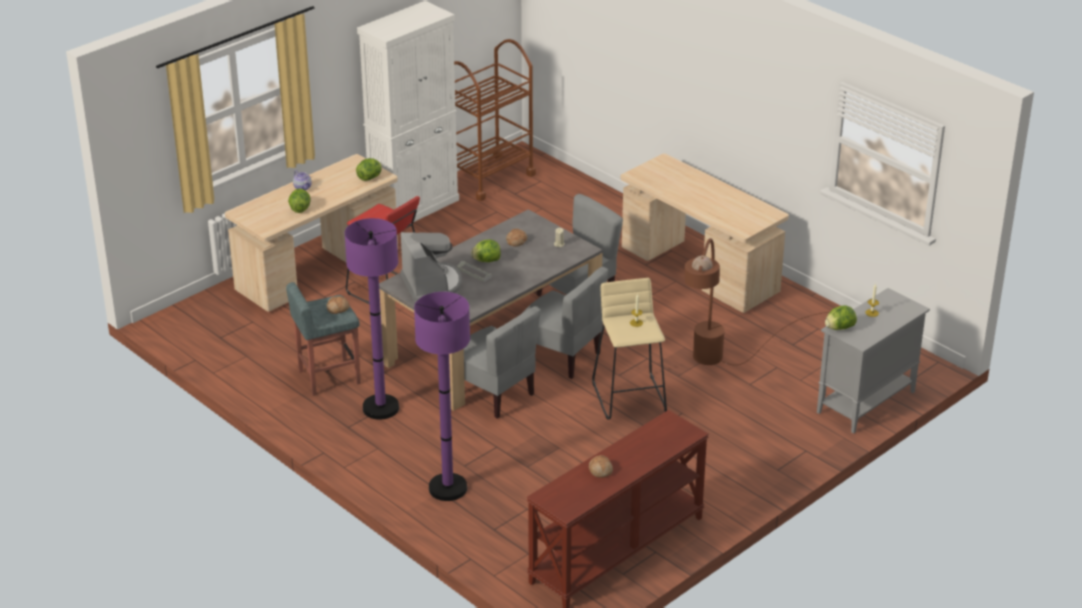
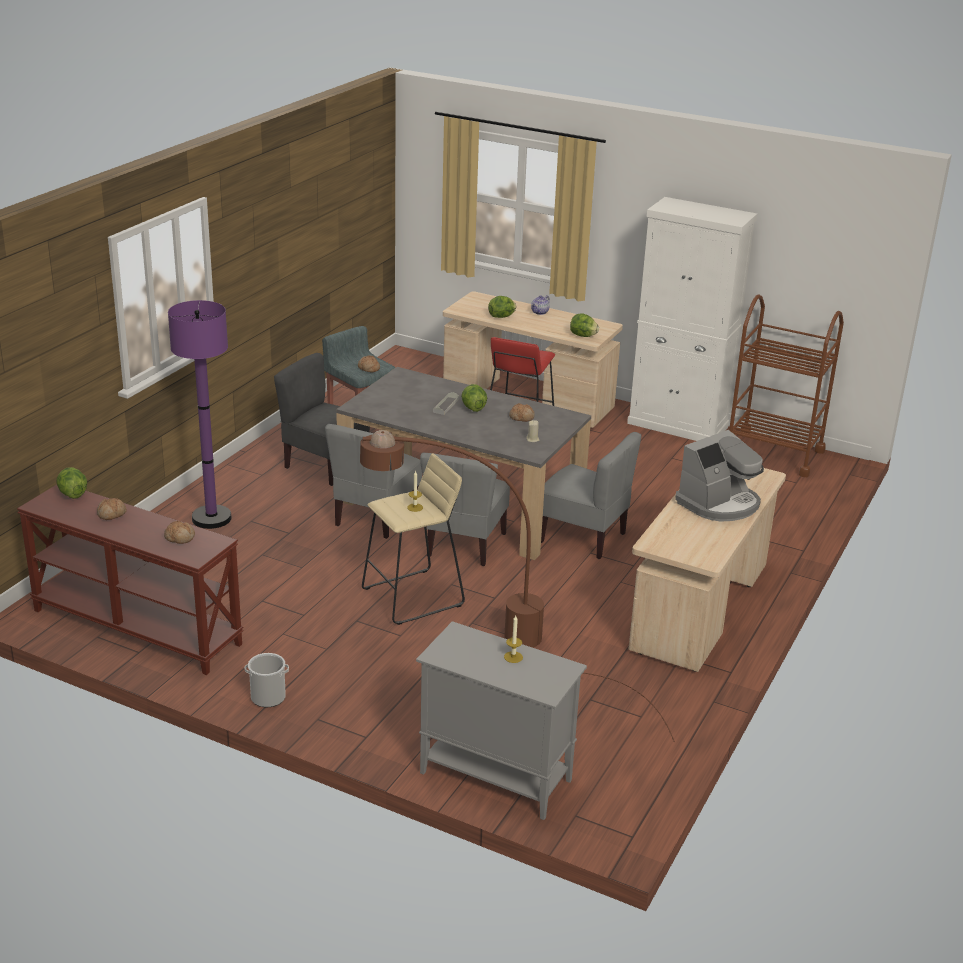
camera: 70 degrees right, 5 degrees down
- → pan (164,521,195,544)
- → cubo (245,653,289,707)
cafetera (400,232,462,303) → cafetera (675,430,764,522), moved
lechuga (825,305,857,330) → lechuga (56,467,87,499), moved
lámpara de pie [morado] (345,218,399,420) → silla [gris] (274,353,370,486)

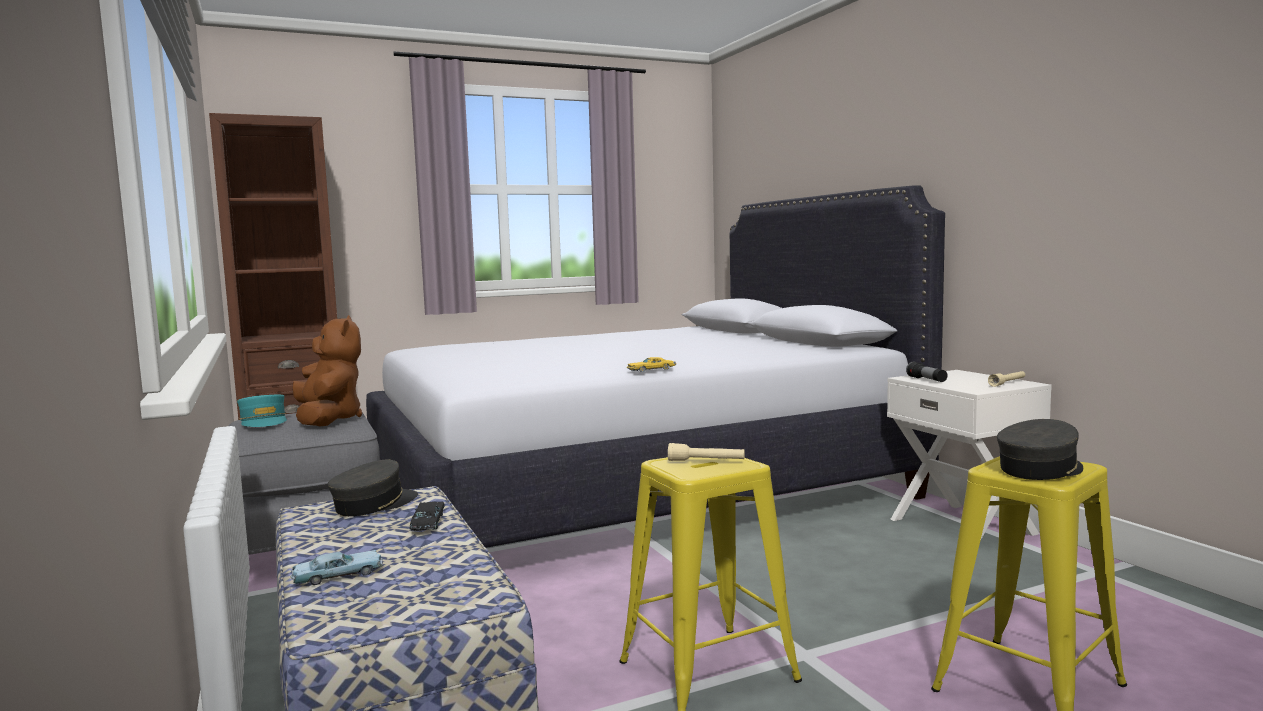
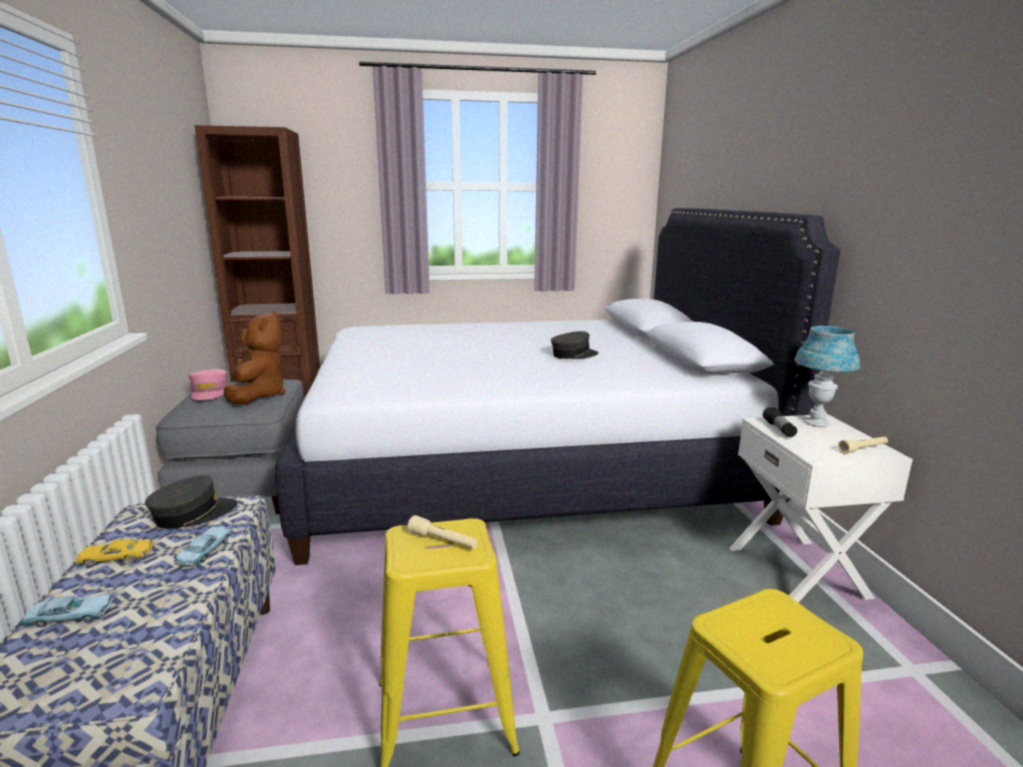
camera: 15 degrees right, 10 degrees up
- → lámpara de mesa [azul] (795,326,860,427)
coche de juguete [amarillo] (627,357,676,372) → coche de juguete [amarillo] (75,539,154,566), moved
gorra [gris] (997,419,1083,480) → gorra [gris] (551,331,599,359), moved
gorra [turquesa] (237,395,287,427) → gorra [rosa] (189,369,228,400)
coche de juguete [negro] (410,502,445,531) → coche de juguete [azul] (174,526,233,566)

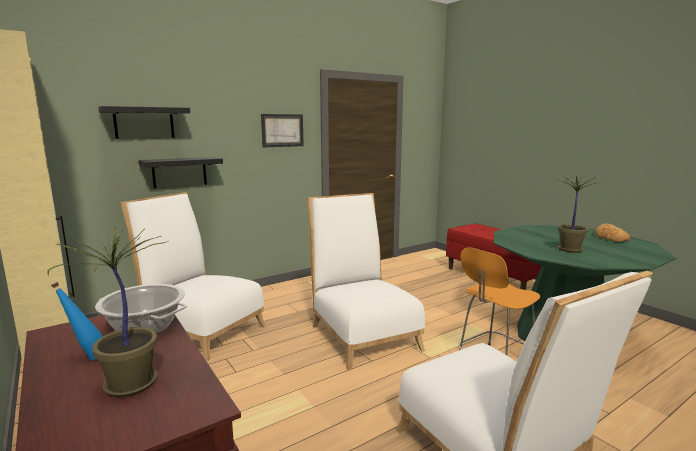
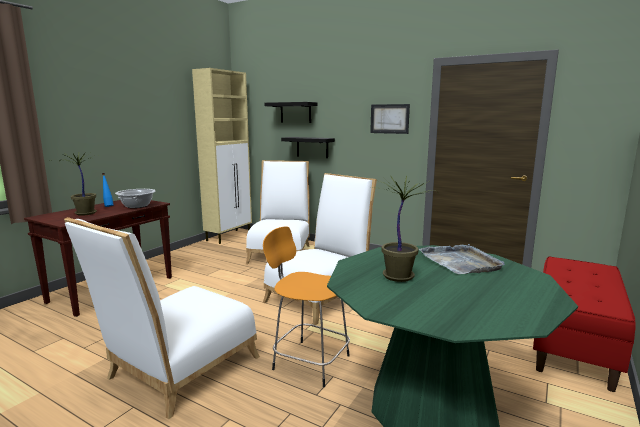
camera: 65 degrees right, 0 degrees up
pan (595,224,630,242) → -
- → bandeja [gris] (419,244,505,274)

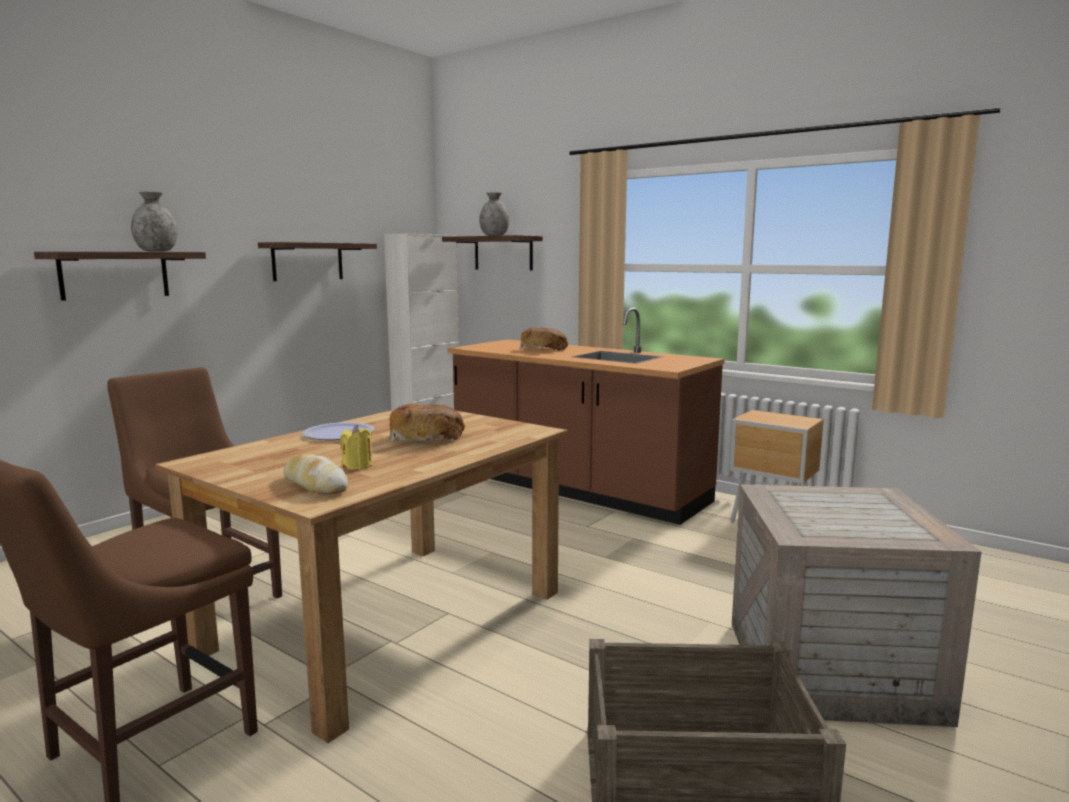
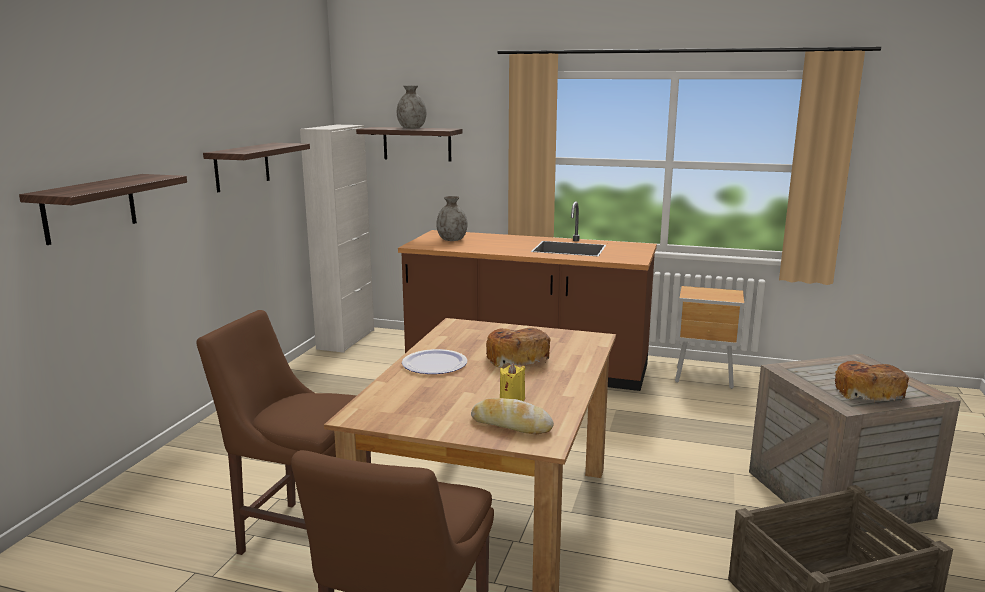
camera: 20 degrees left, 5 degrees up
florero [gris] (131,192,178,252) → florero [gris] (436,196,468,241), moved
pan (519,327,568,351) → pan (835,361,909,402), moved

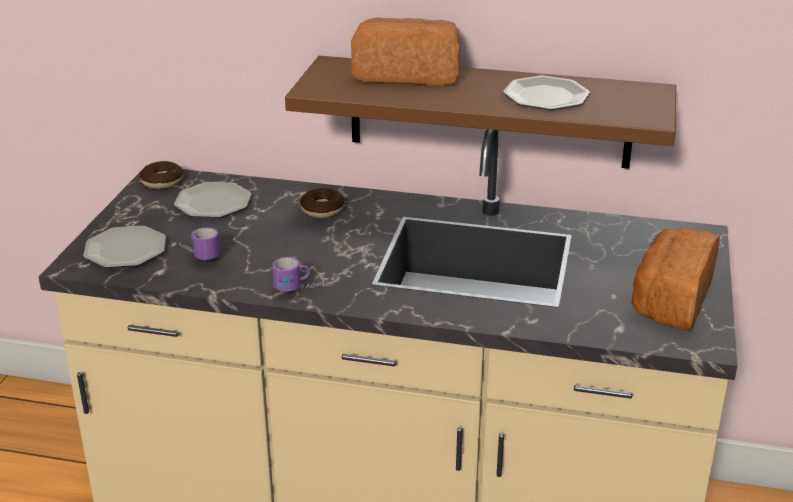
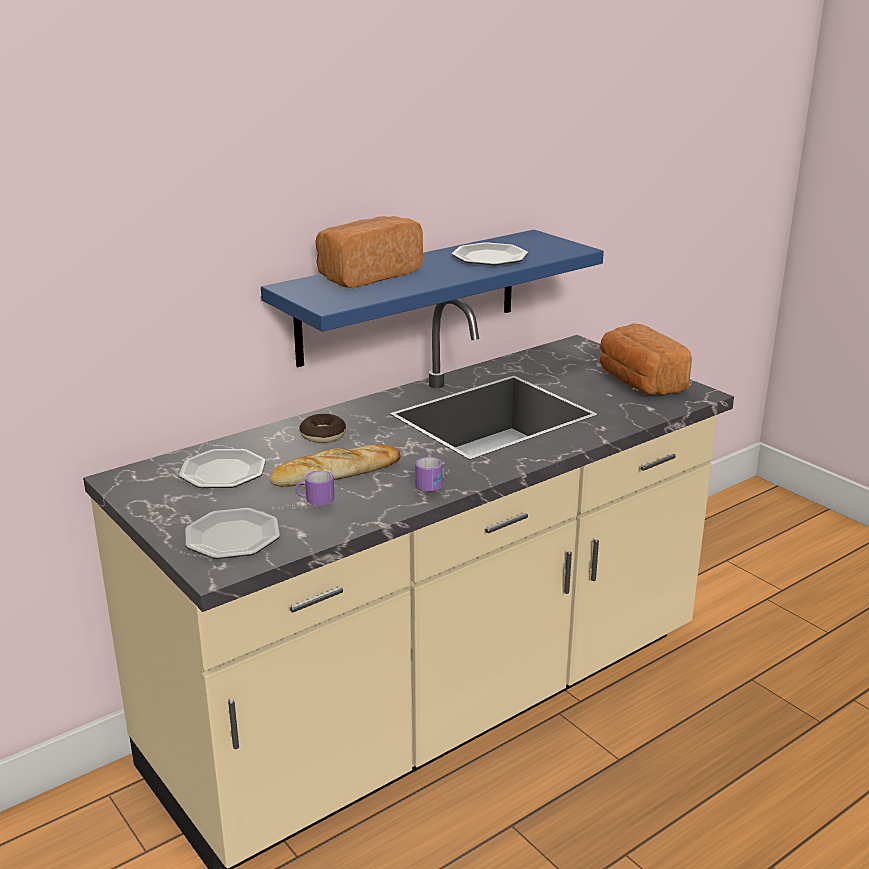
camera: 50 degrees left, 5 degrees down
rosquilla (140,161,183,189) → -
- → pan (270,444,400,487)
estante [marrón] (285,56,676,169) → estante [azul] (261,230,604,367)

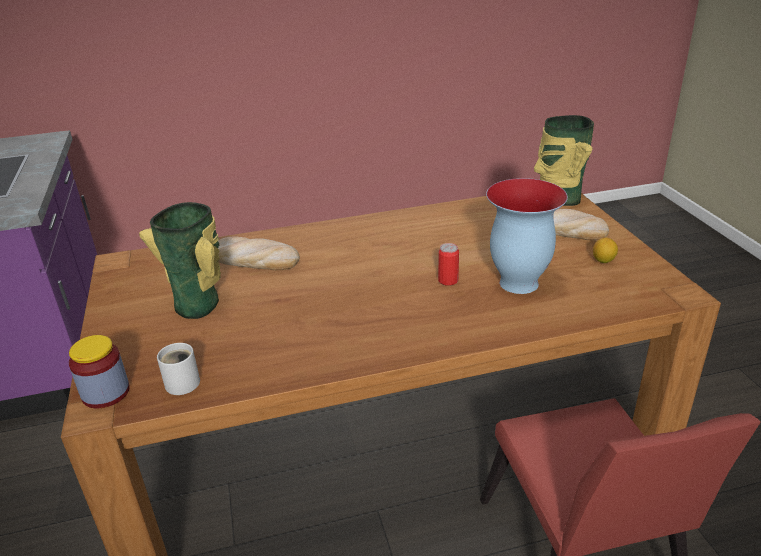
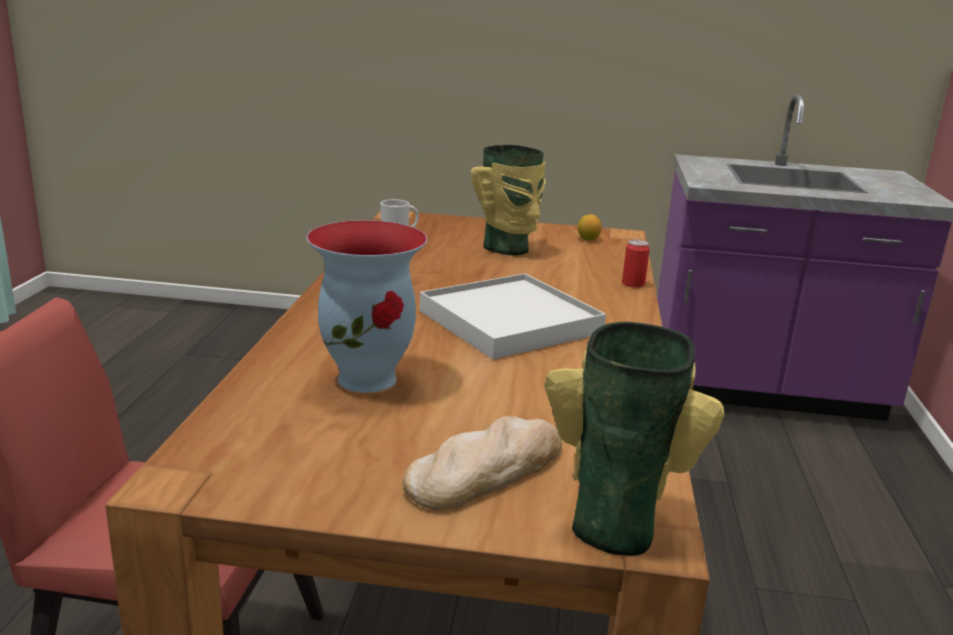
camera: 110 degrees right, 10 degrees down
tarro (69,335,130,408) → -
pan (218,236,300,270) → -
- → bandeja [blanco] (419,273,606,360)
lata (438,243,459,286) → lata (622,239,650,288), moved
limón (593,238,618,263) → limón (578,214,602,240), moved

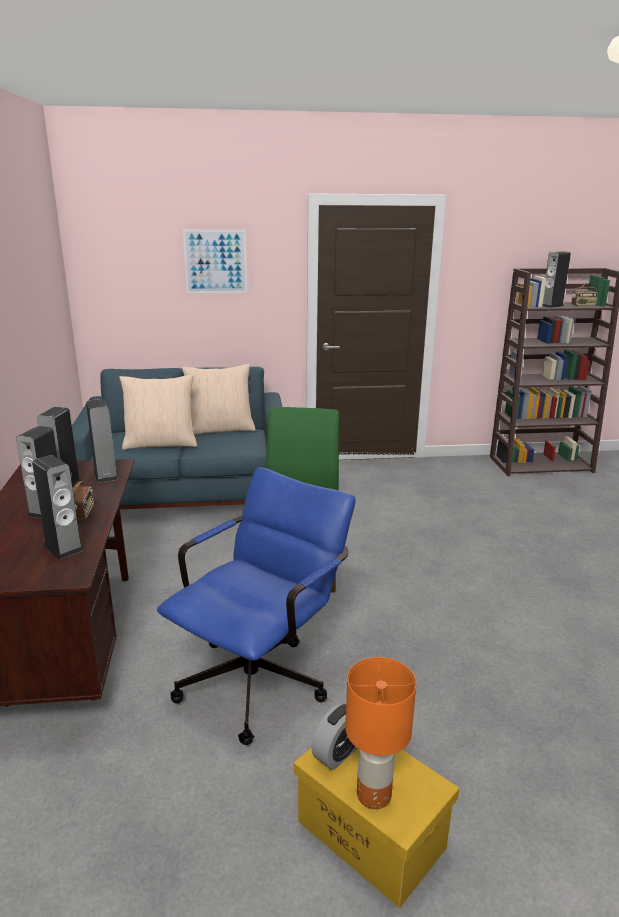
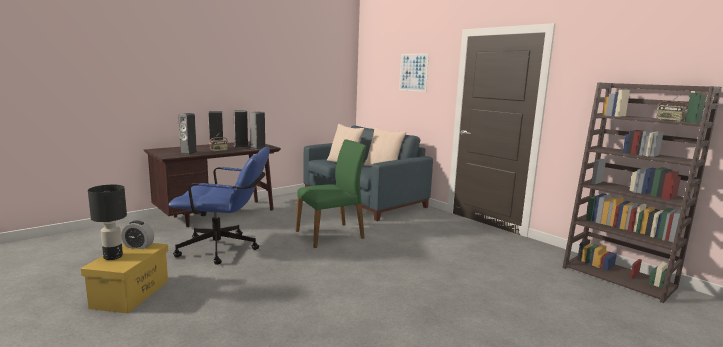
camera: 55 degrees right, 10 degrees down
altavoz (542,251,571,308) → -
lámpara de mesa [naranja] (345,657,416,809) → lámpara de mesa [negro] (88,185,127,260)

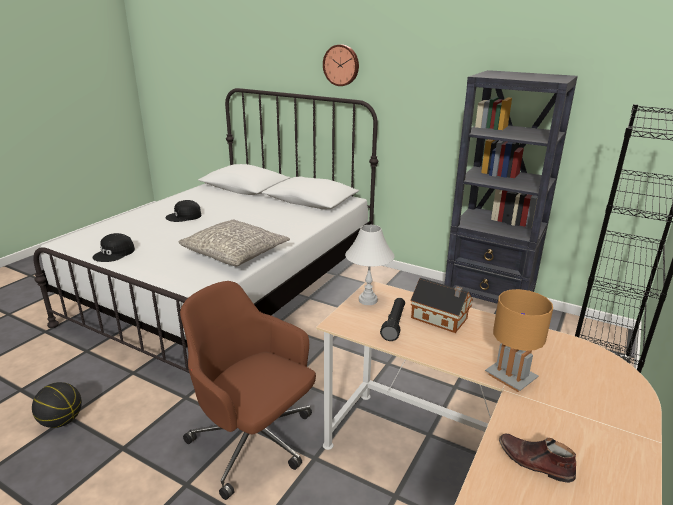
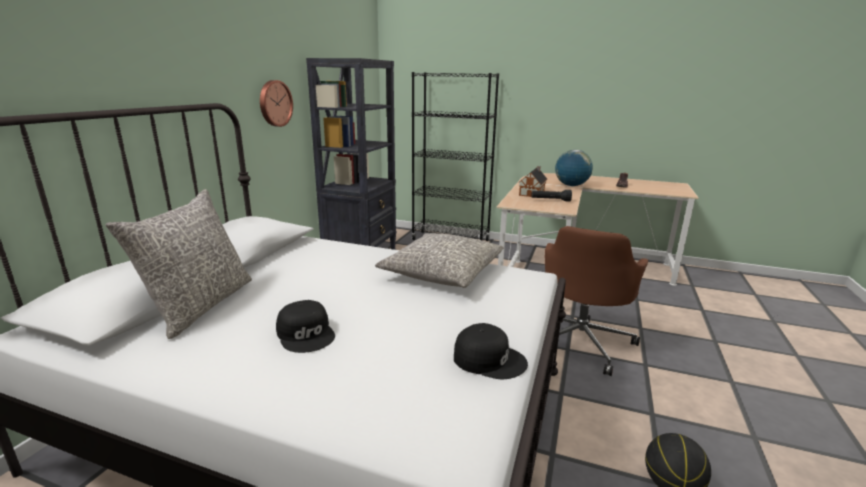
camera: 100 degrees left, 5 degrees down
lámpara de mesa [blanco] (345,225,395,305) → -
- → cojín [gris] (105,189,252,339)
reloj de pared (323,44,359,86) → reloj de pared (260,80,293,127), moved
lámpara de mesa [marrón] (485,289,553,392) → globo terráqueo (555,150,593,186)

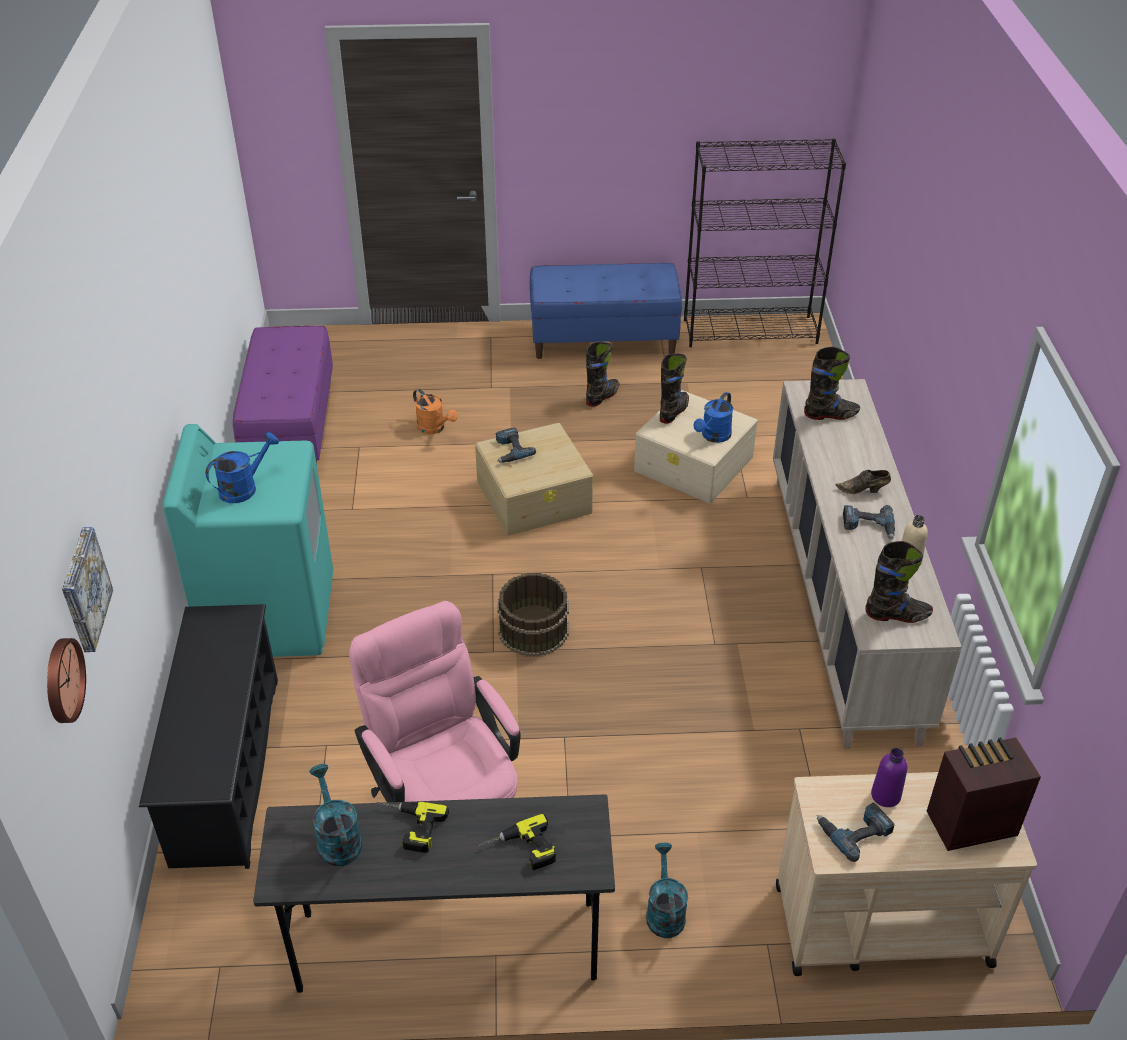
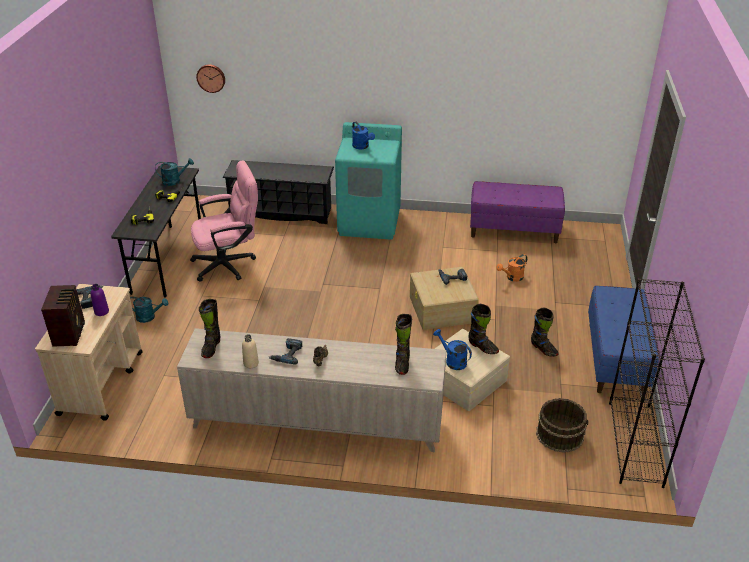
camera: 100 degrees right, 5 degrees down
cuadro (62,527,113,652) → -
cubo [marrón] (497,573,569,656) → cubo [marrón] (536,398,588,453), moved

